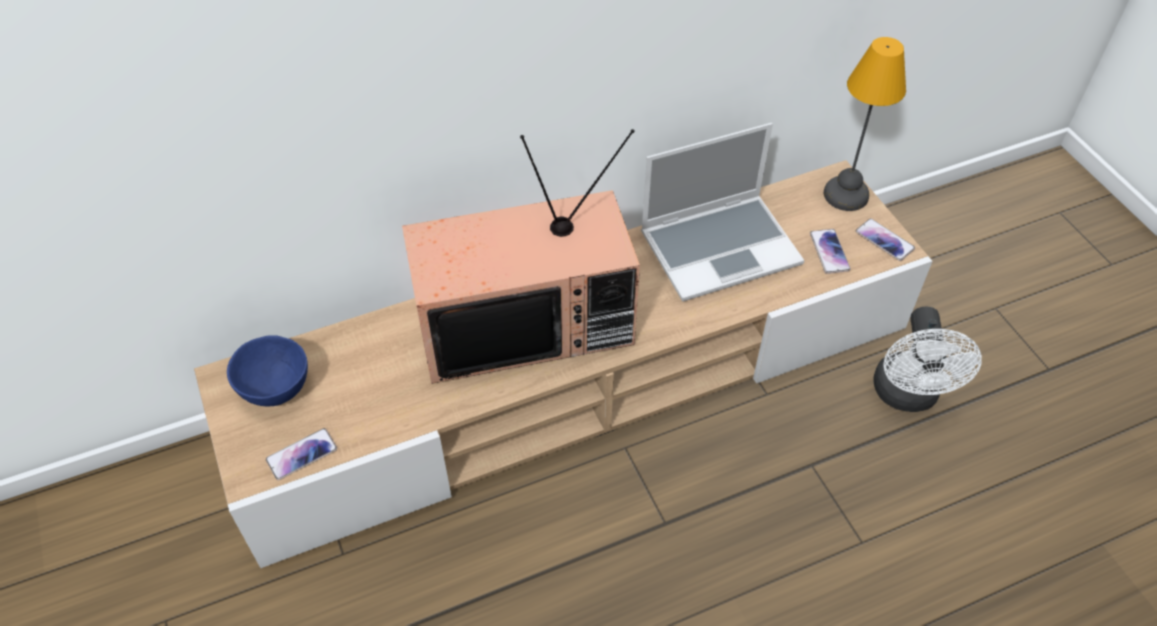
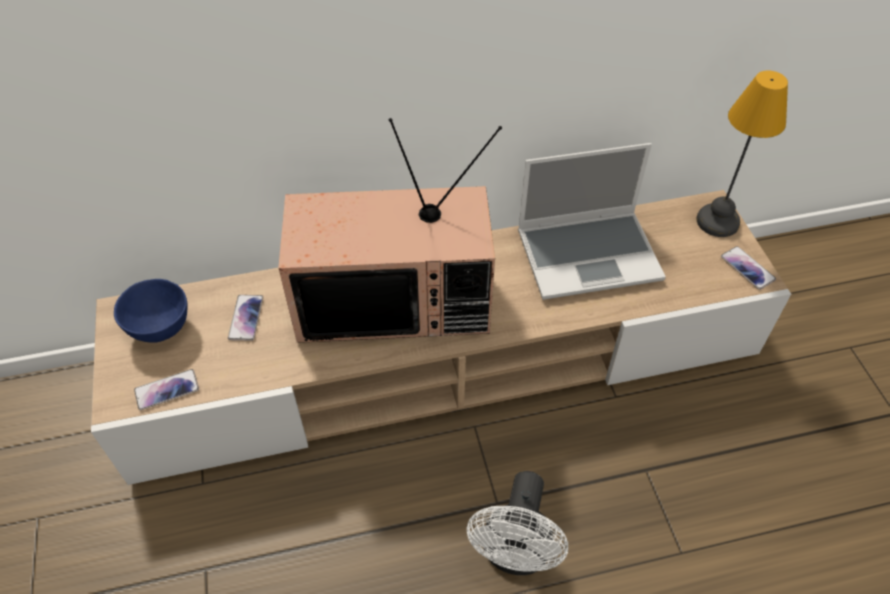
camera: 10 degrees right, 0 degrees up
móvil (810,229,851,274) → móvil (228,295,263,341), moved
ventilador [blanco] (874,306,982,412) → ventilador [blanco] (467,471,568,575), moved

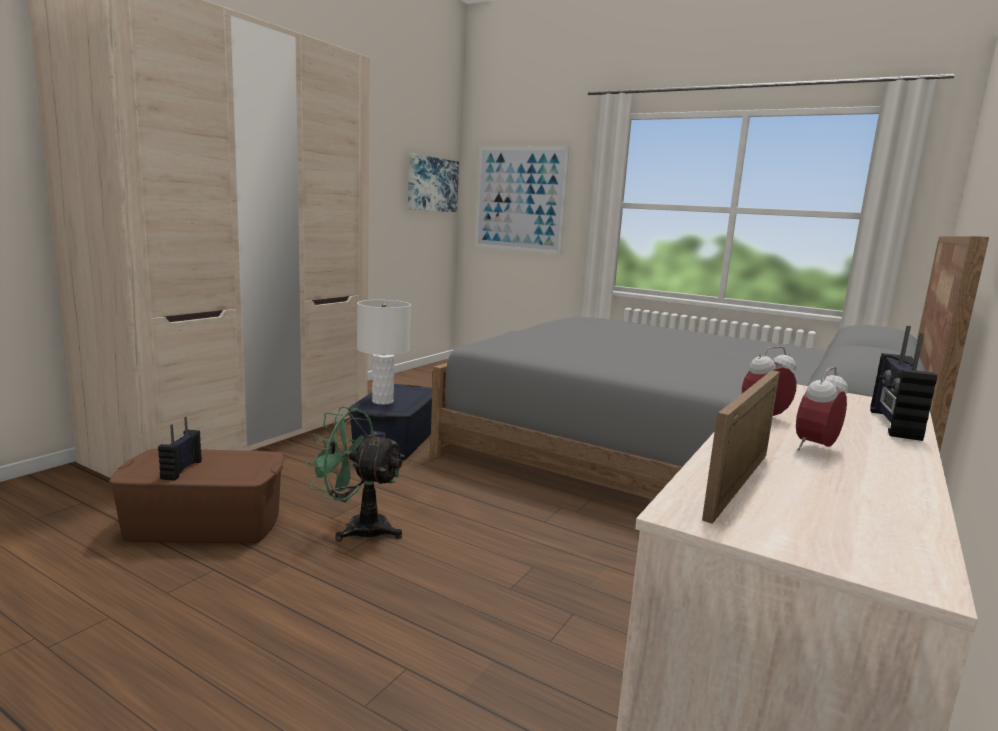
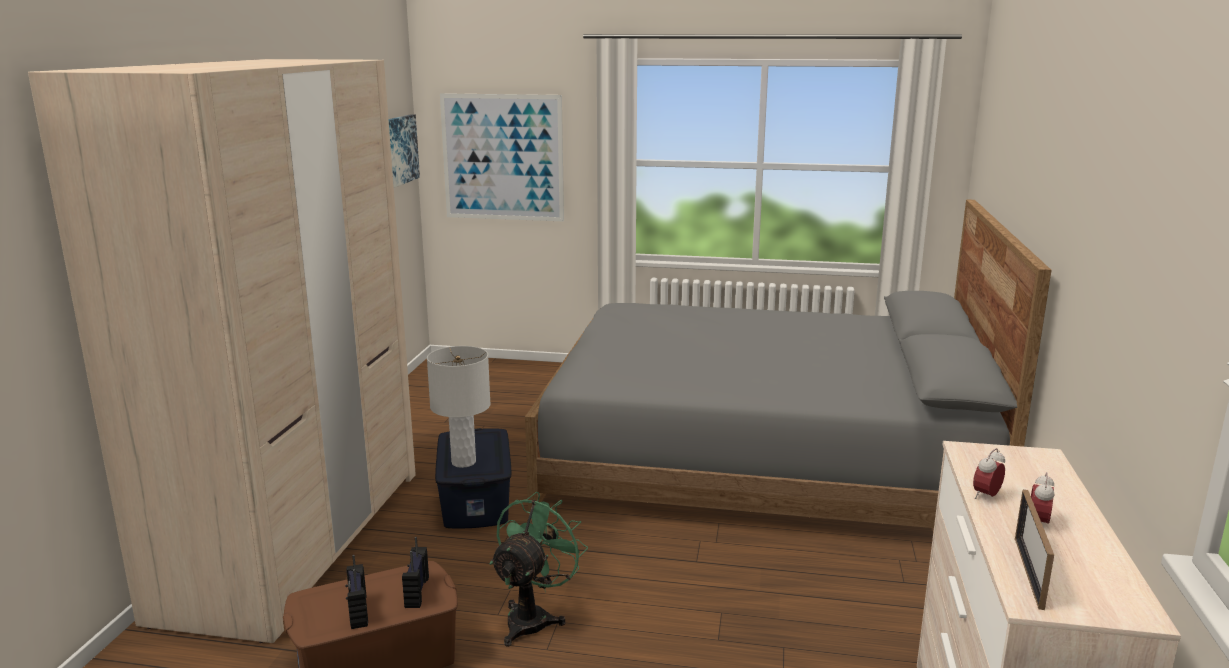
camera: 20 degrees left, 5 degrees up
radio (870,326,937,441) → radio (402,537,429,608), moved
ventilador [verde] (305,407,405,542) → ventilador [verde] (489,492,588,647), 120 degrees clockwise

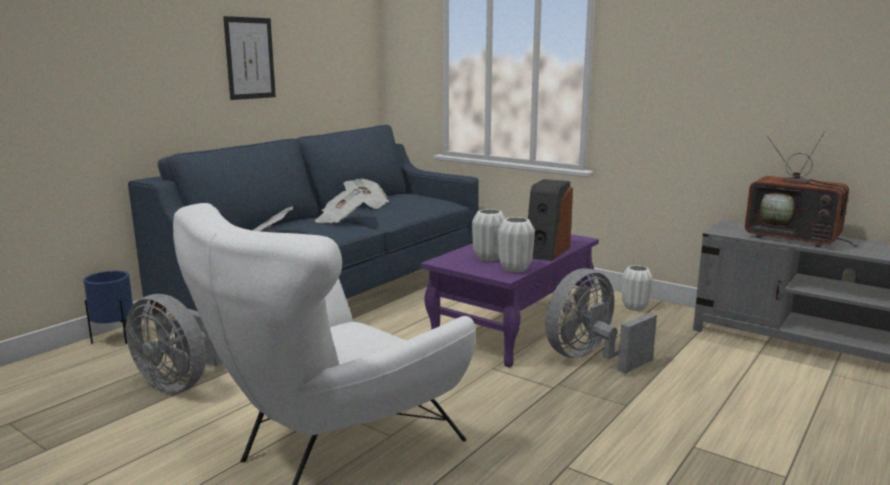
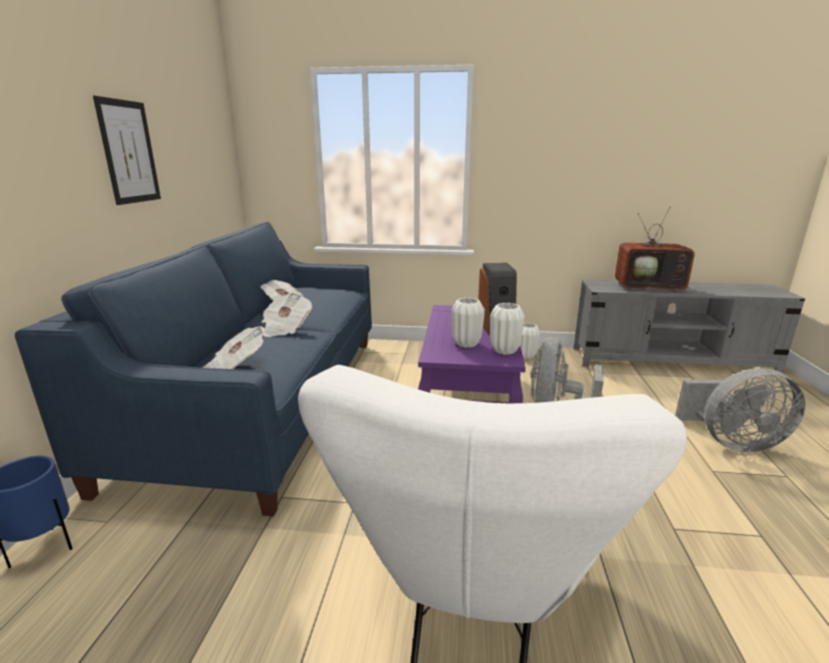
camera: 30 degrees left, 5 degrees up
ventilador [gris] (126,294,223,393) → ventilador [gris] (675,368,806,453), moved

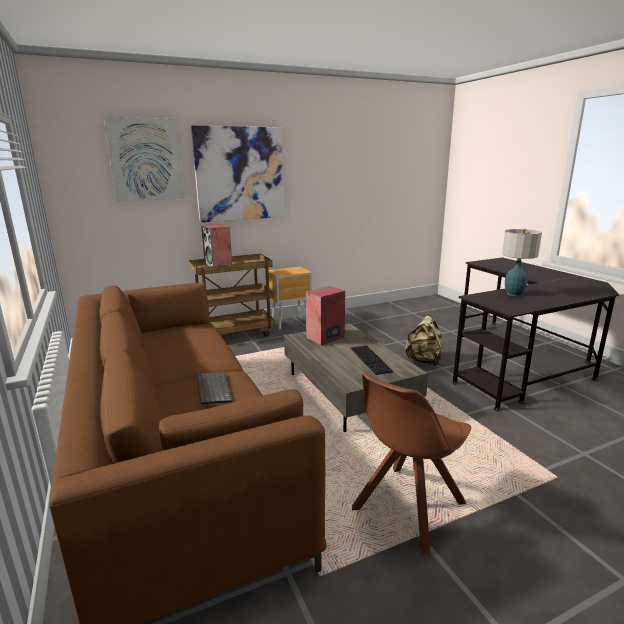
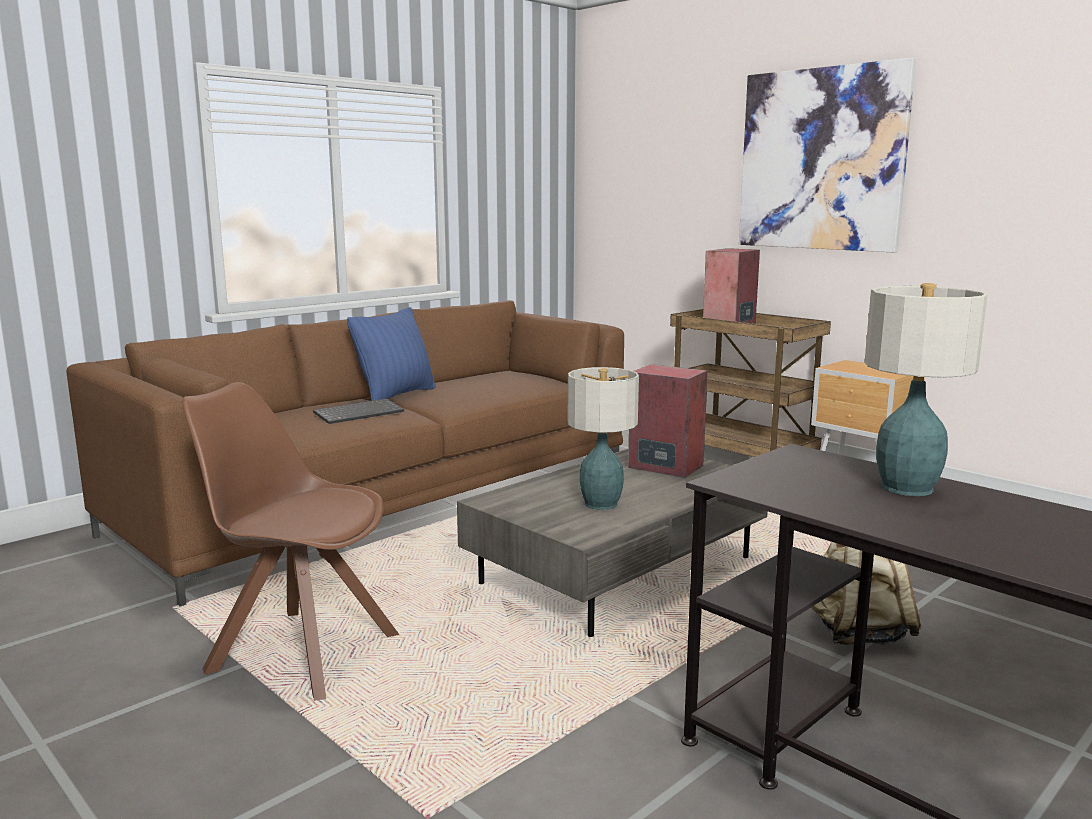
camera: 70 degrees right, 5 degrees down
cuadro (104,117,185,202) → -
- → cojín [azul] (347,307,436,401)
teclado (351,345,394,375) → lámpara de mesa (568,367,639,510)

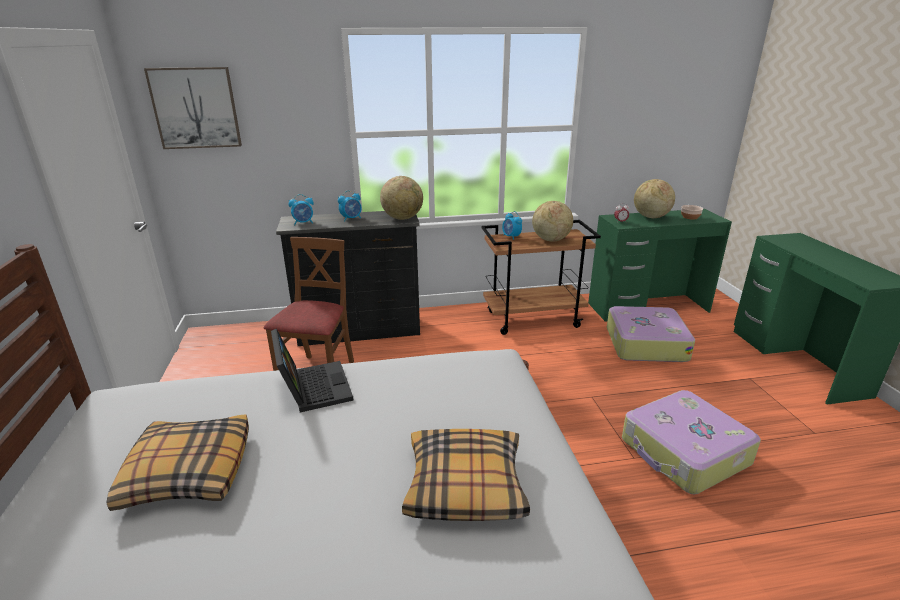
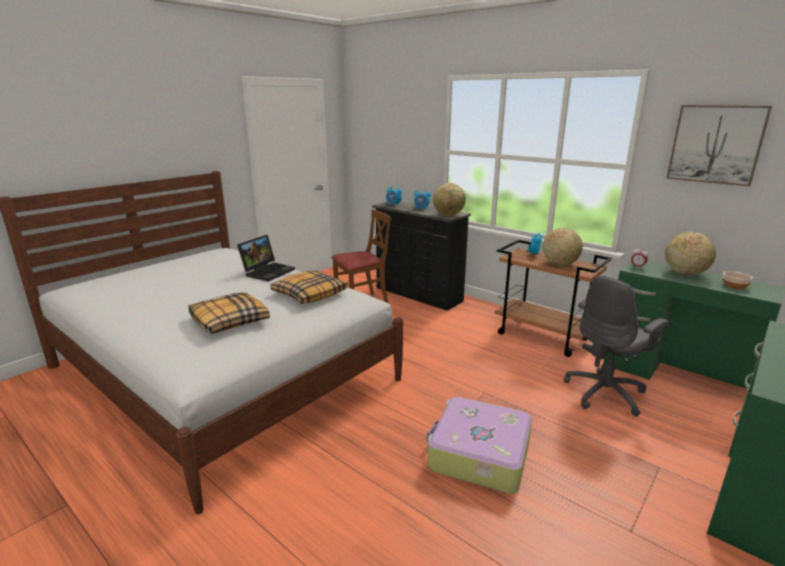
camera: 50 degrees right, 5 degrees down
cojín (106,414,249,511) → cojín (270,270,348,304), moved
cuadro (144,67,242,149) → cuadro (666,105,772,186), moved
maleta (607,306,695,362) → silla de oficina [gris] (564,276,670,416)

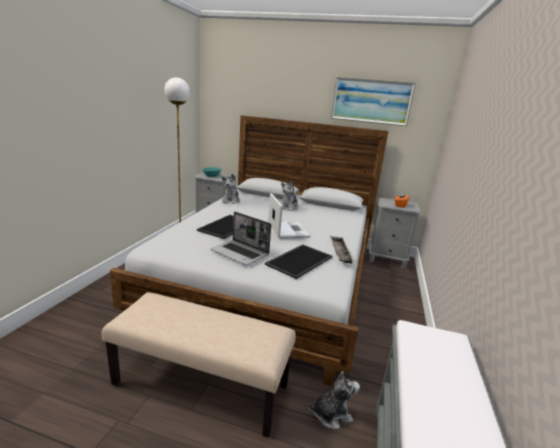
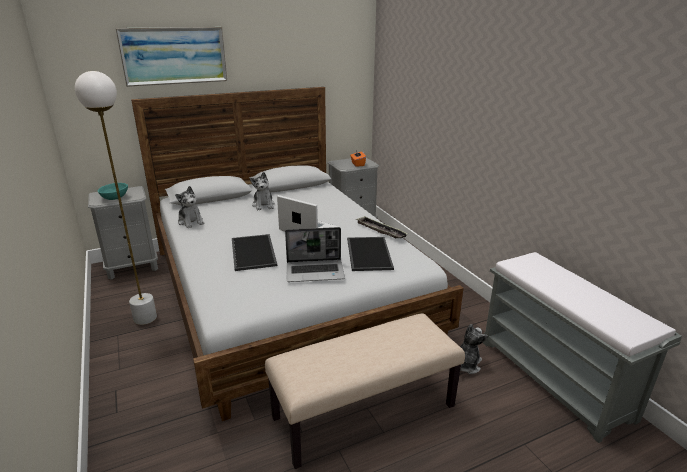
camera: 40 degrees left, 5 degrees up
cuadro (331,77,416,126) → cuadro (115,27,227,87), moved

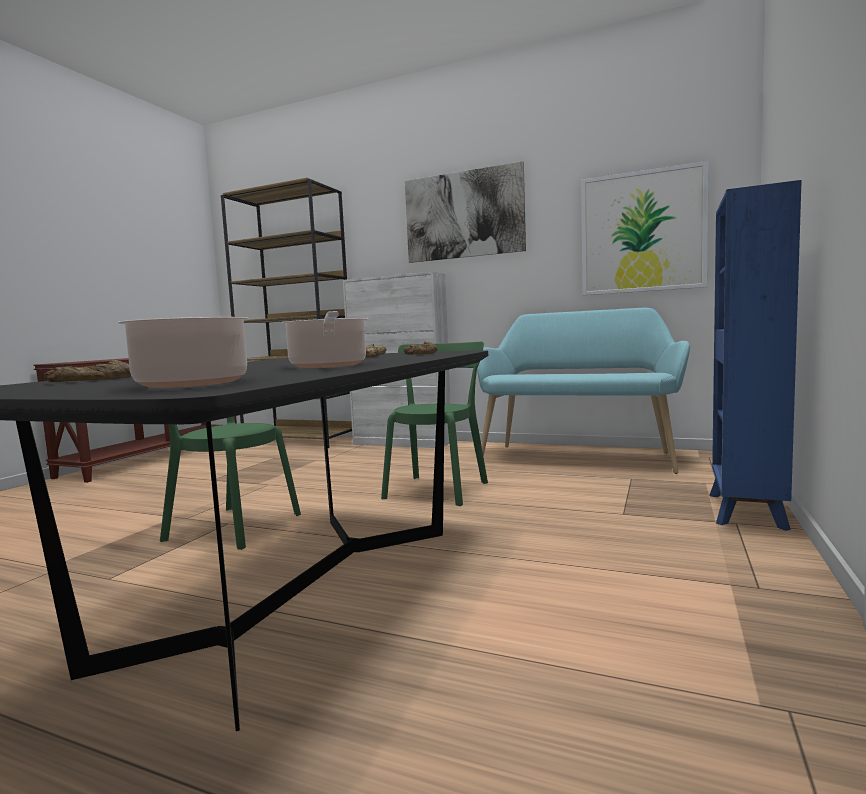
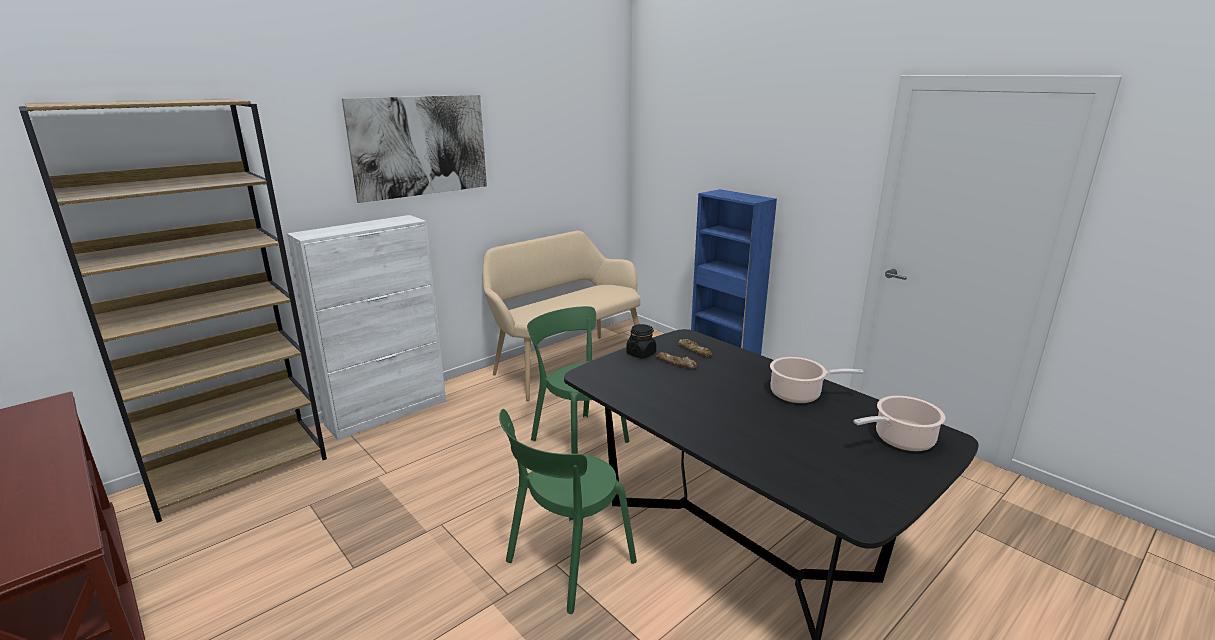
camera: 65 degrees left, 15 degrees up
pan (44,360,132,382) → -
cuadro (581,161,709,295) → -
- → tarro [negro] (626,324,656,359)
banco [turquesa] (477,308,690,474) → banco [beis] (483,231,641,401)

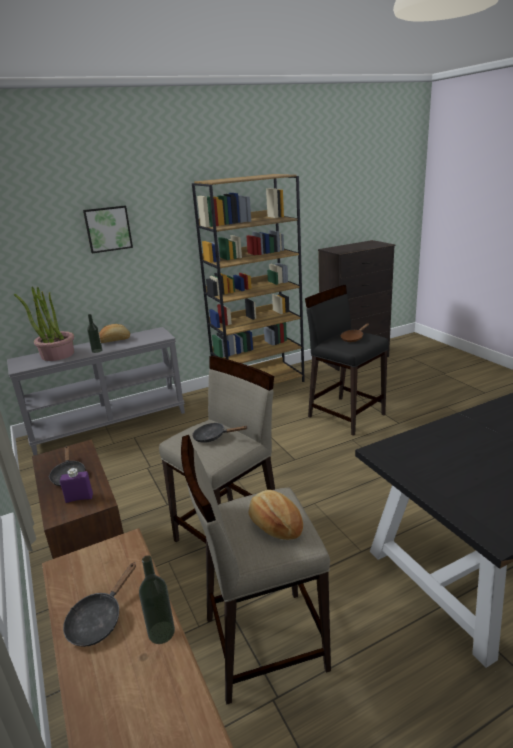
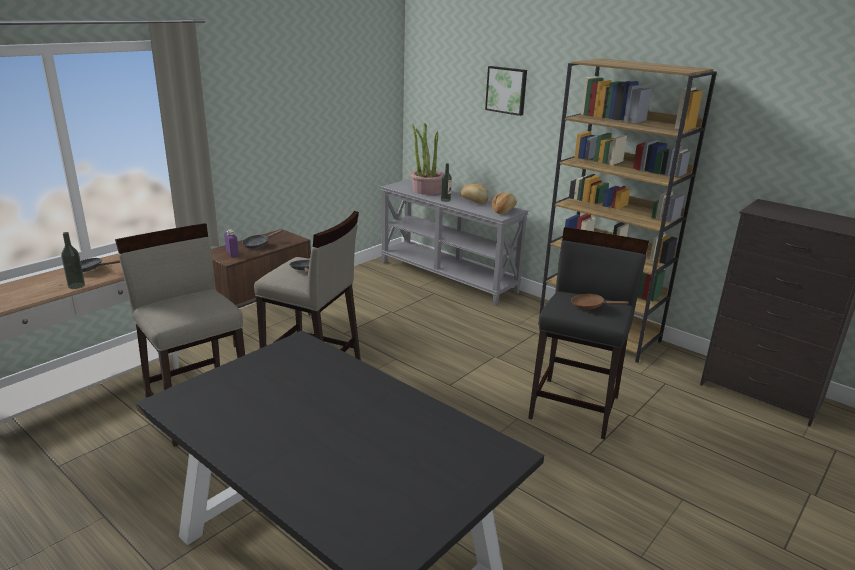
camera: 65 degrees right, 0 degrees up
pan (249,490,303,540) → pan (492,193,517,214), moved

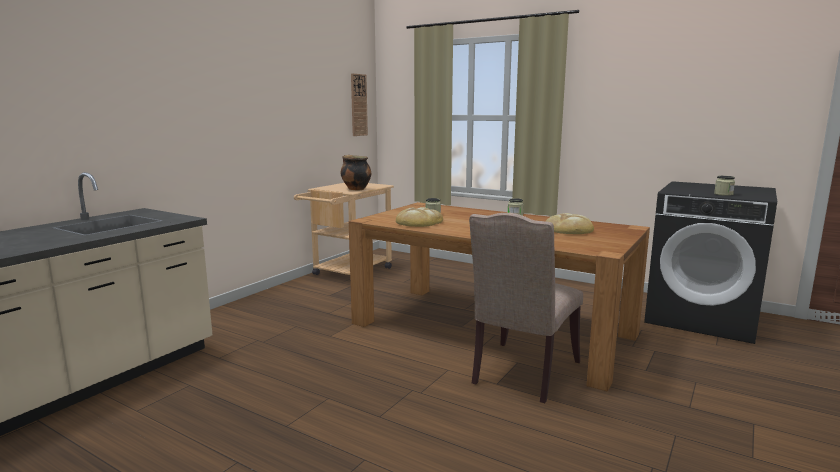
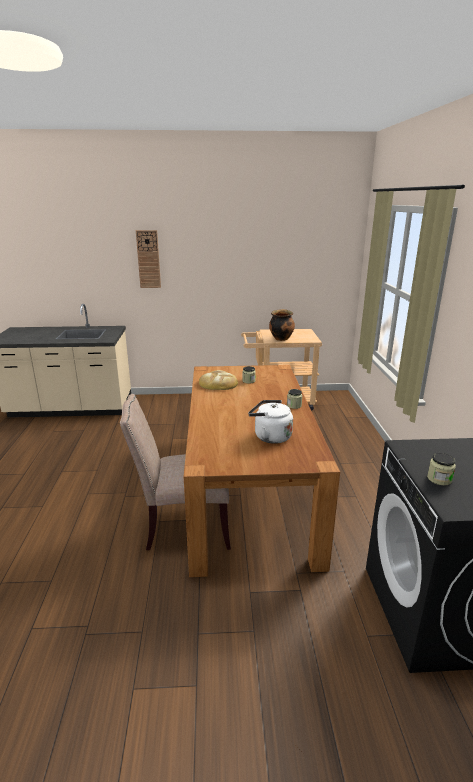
camera: 55 degrees right, 10 degrees up
reloj de pared (351,73,368,136) → reloj de pared (136,230,161,288), moved
pan (546,213,594,234) → hervidor [blanco] (248,400,293,444)

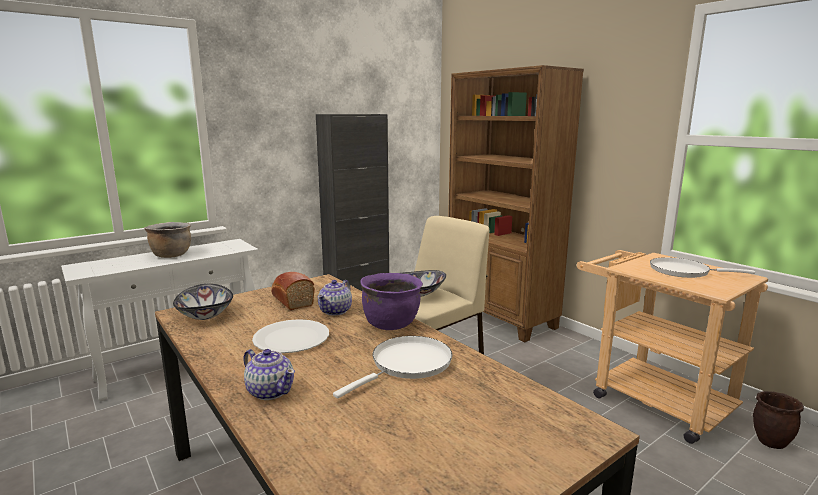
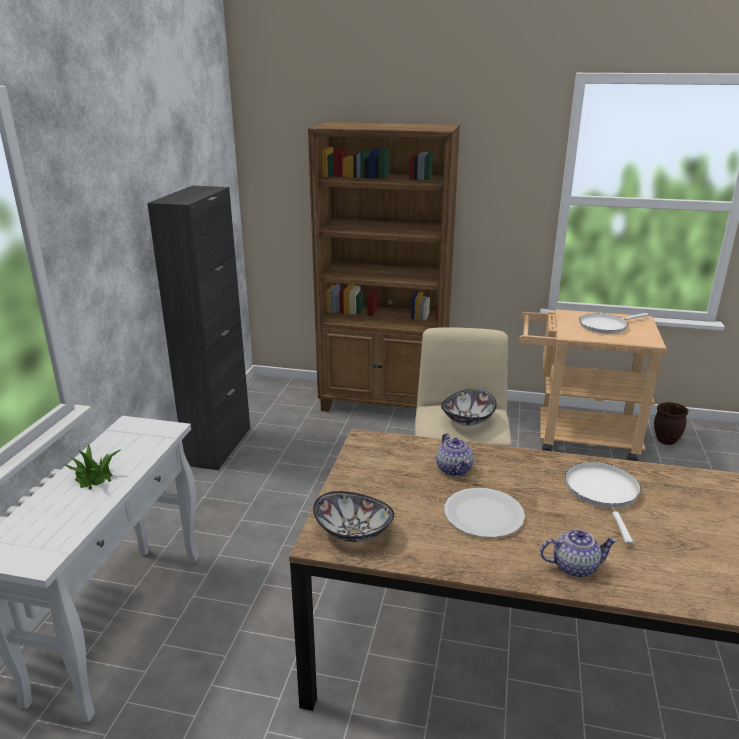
camera: 40 degrees left, 10 degrees up
pan (271,272,315,310) → -
olla [morado] (360,273,423,330) → -
olla [marrón] (144,222,191,258) → planta en maceta (63,444,122,490)

